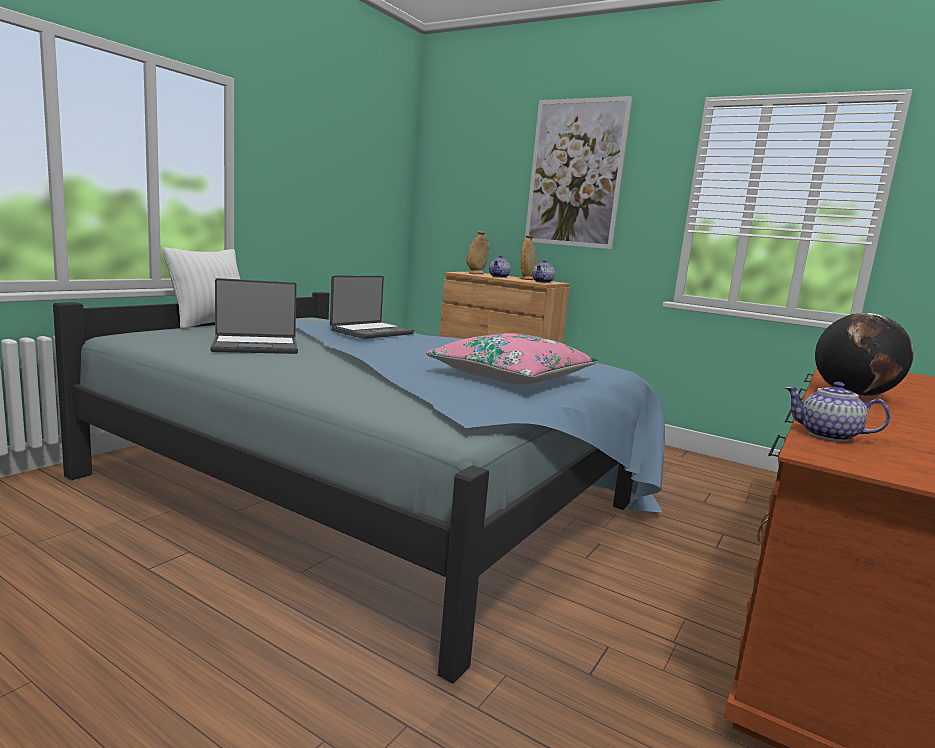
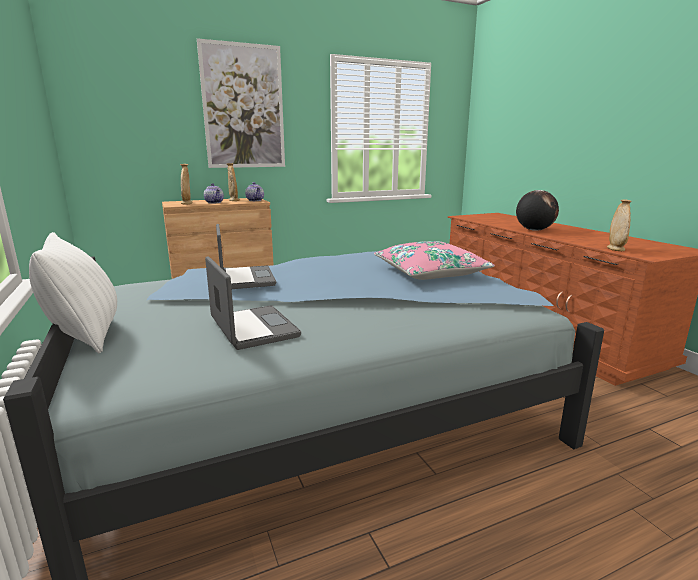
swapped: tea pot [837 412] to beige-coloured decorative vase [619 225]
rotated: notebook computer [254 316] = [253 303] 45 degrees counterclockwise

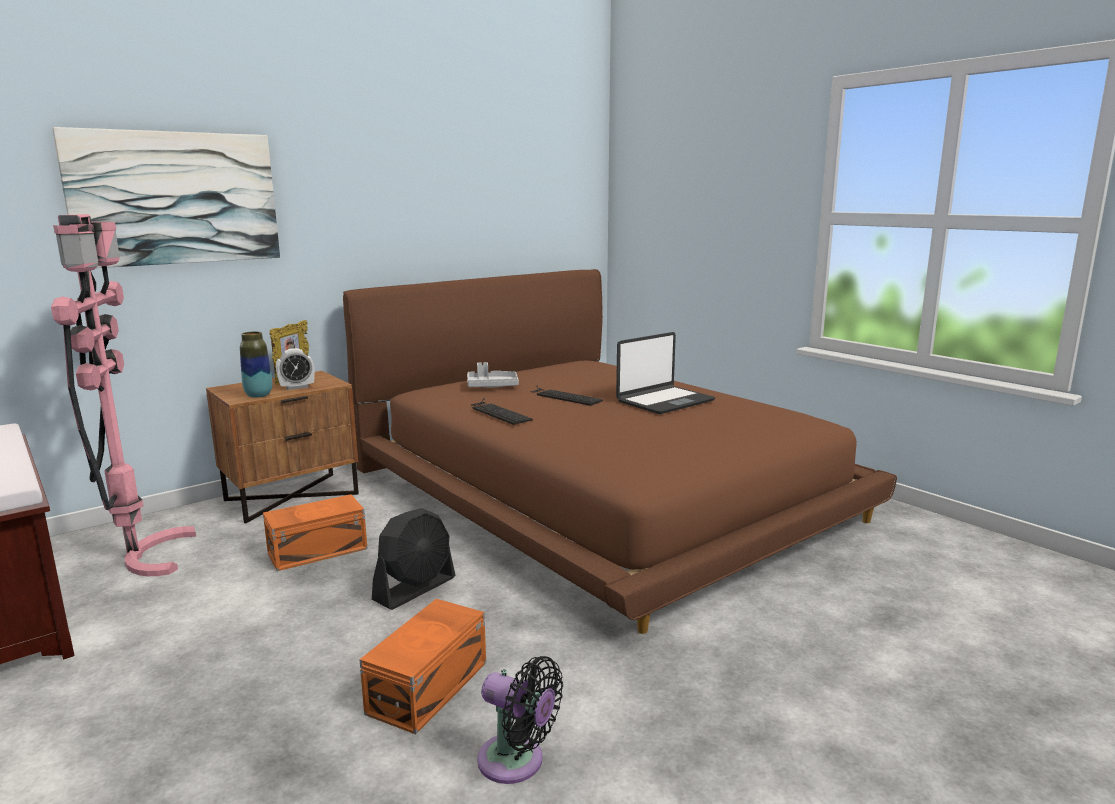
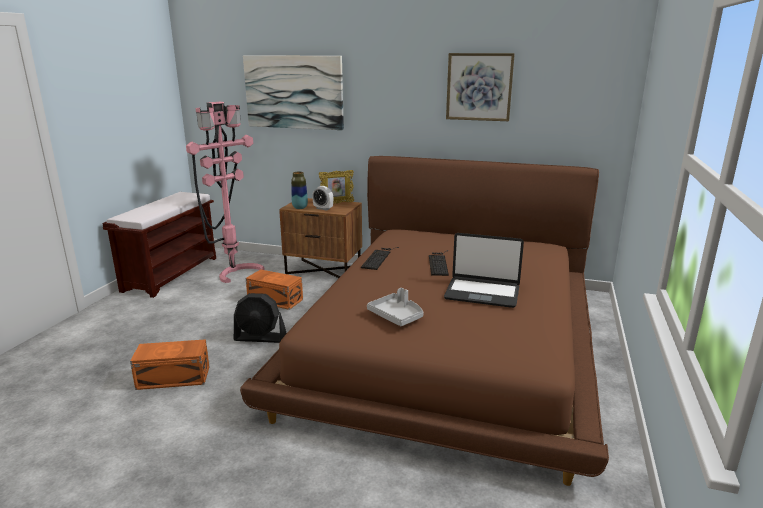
gone: blackish cooling fan [520 720]
new: picture [480 87]
shifted: gray carrying tray [493 374] to [395 307]

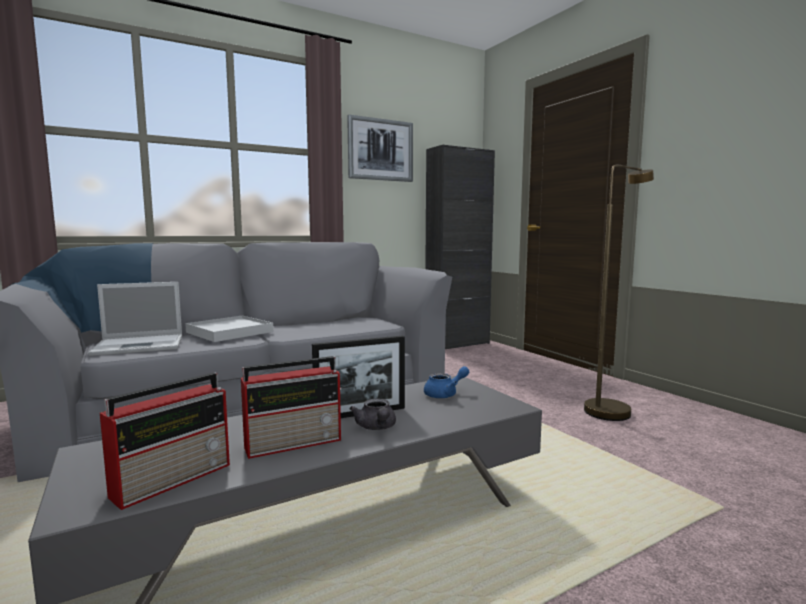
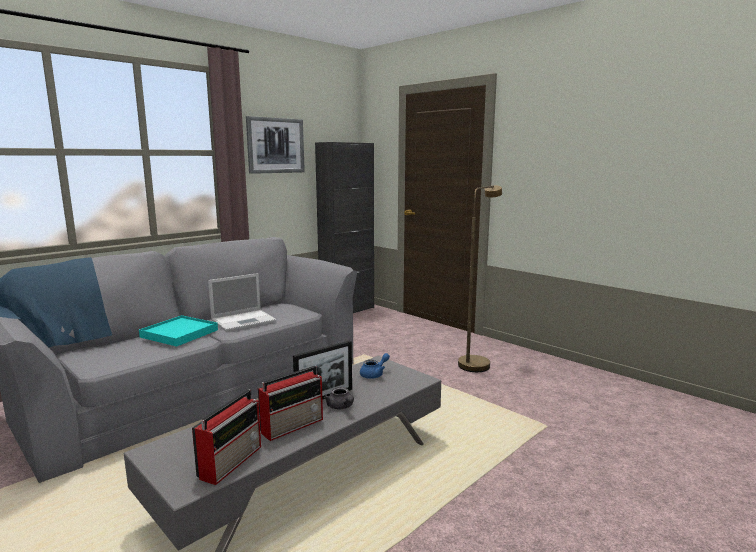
shifted: notebook computer [135 319] to [242 302]
repainted: white carrying tray [229 329] to turquoise-coloured carrying tray [178 331]

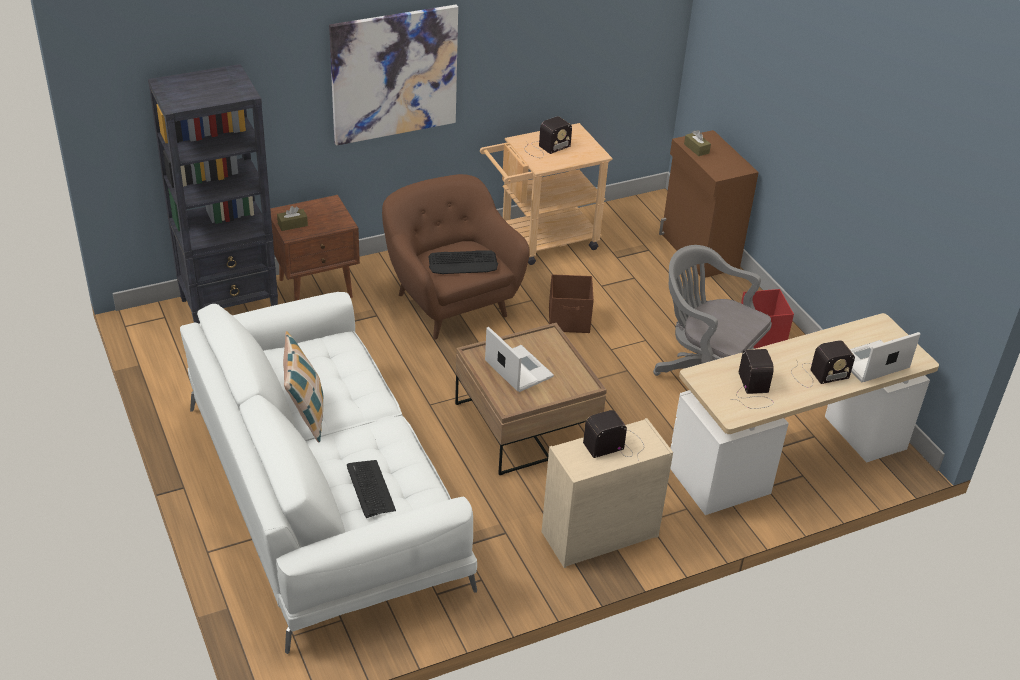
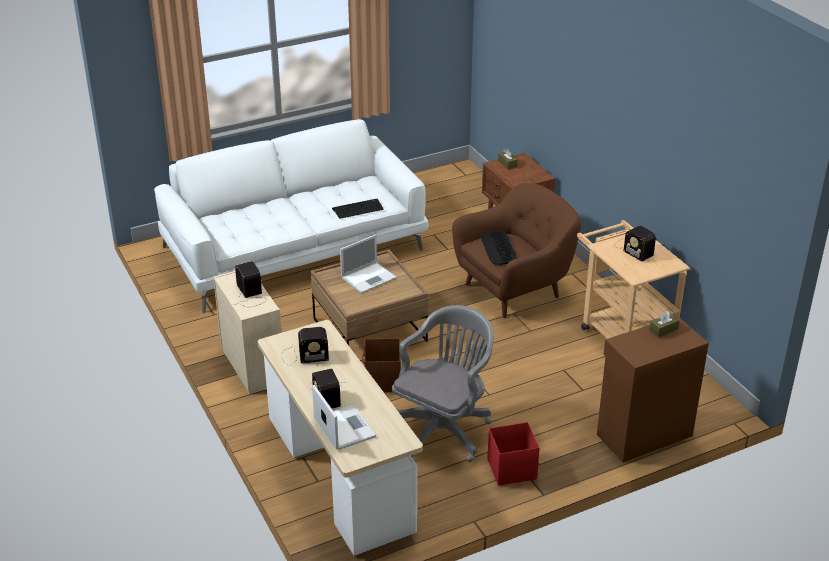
gone: picture [393 75]; blackish shelving unit [213 193]; cushion [303 387]
shifted: brownish storage box [571 303] to [381 365]; computer keyboard [371 489] to [358 209]

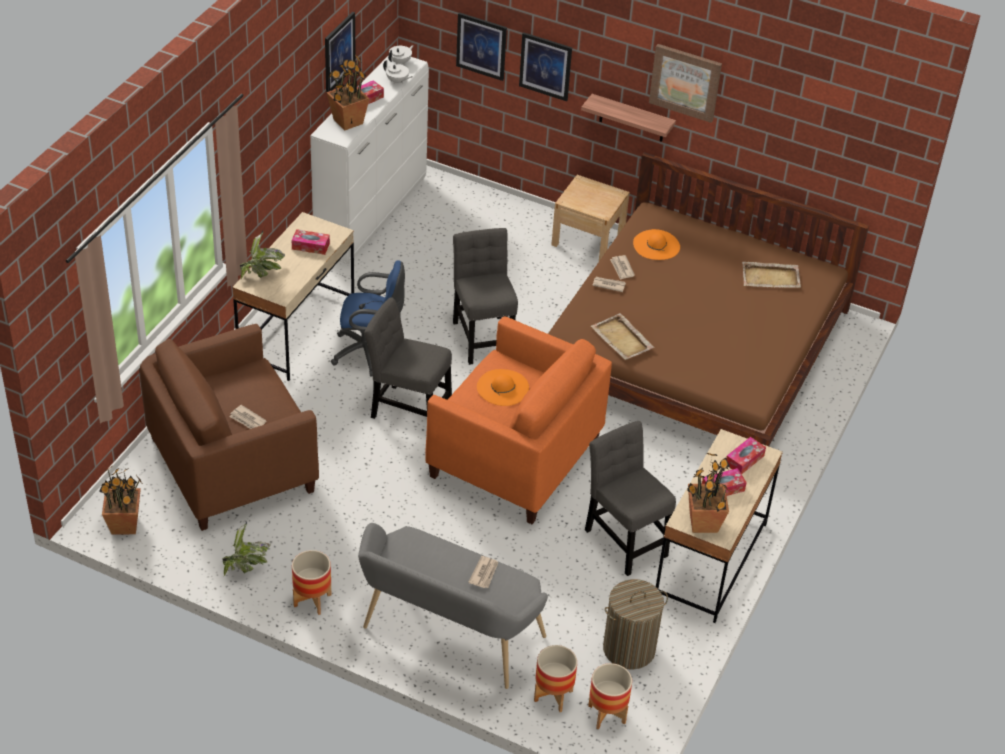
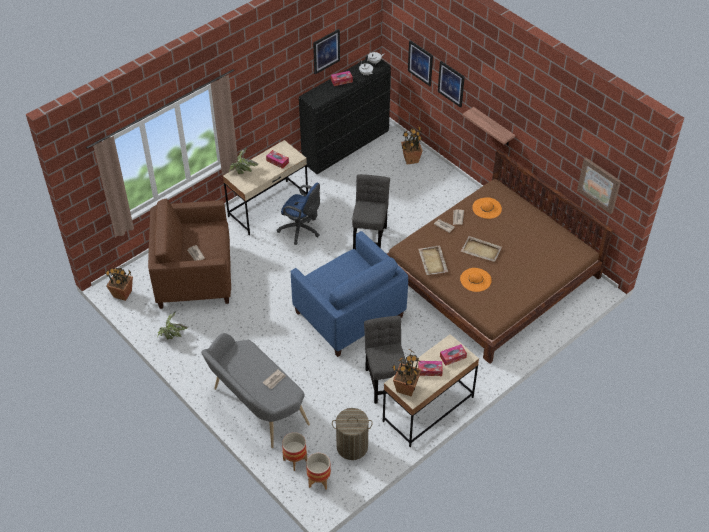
gone: beige-coloured bedside table [590 218]; gray upright chair [408 358]; flower pot [311 582]
shifted: picture [685 83] to [599 186]; potted plant [348 92] to [412 145]; beige-coloured carrying tray [771 275] to [481 249]; orangey hat [503 387] to [476 280]
repainted: white drawer chest [369 160] to blackish drawer chest [345 116]; orangey armchair [518 420] to bluish armchair [349 294]

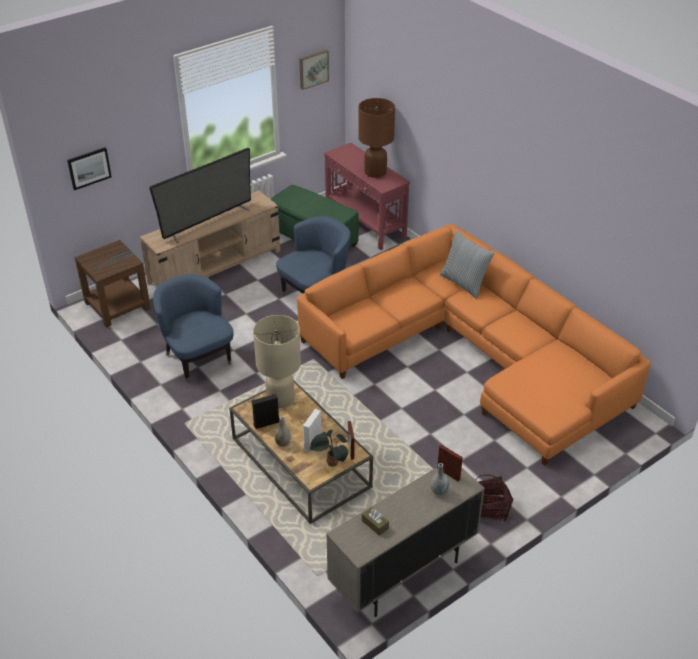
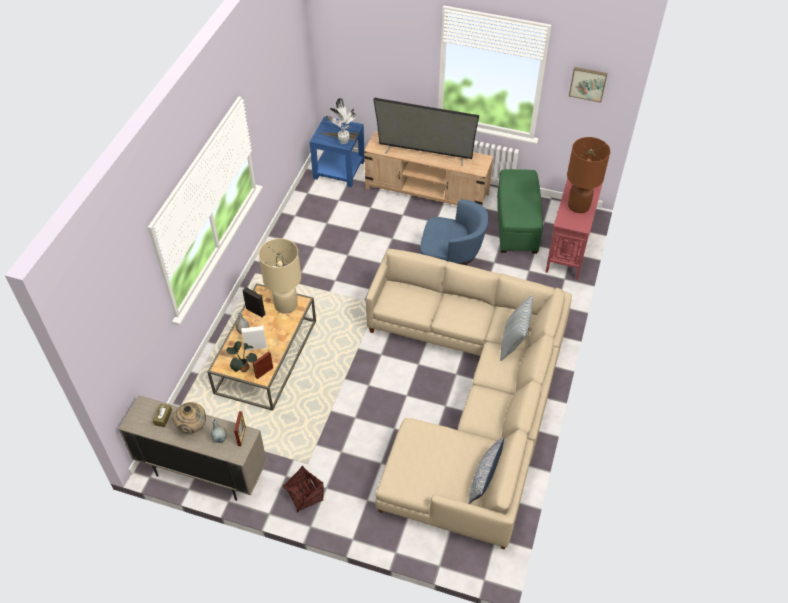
gone: picture [89 168]; bluish armchair [193 328]
new: potted plant [341 121]; beige-coloured decorative vase [189 418]; cushion [486 470]
repainted: orangey settee [474 345] to beige-coloured settee [469 398]; brownish accent table [112 284] to bluish accent table [337 151]

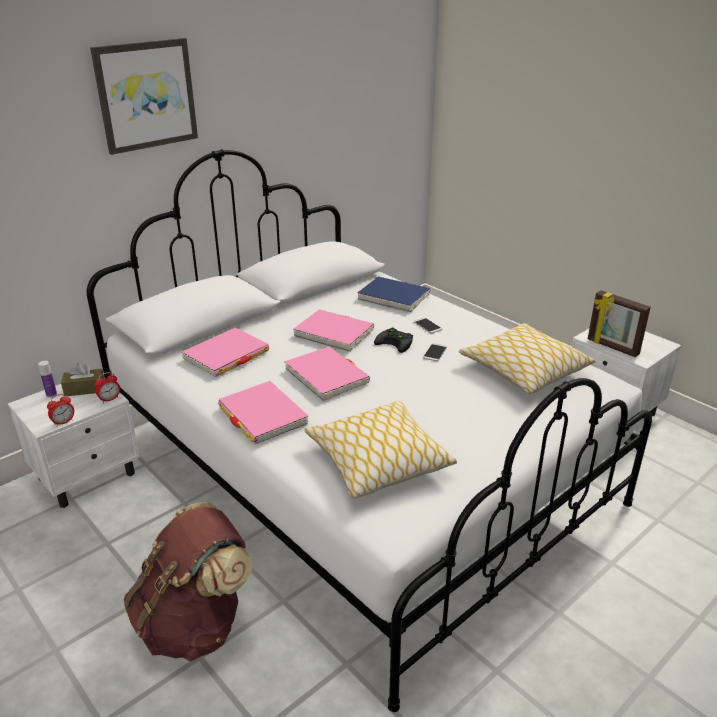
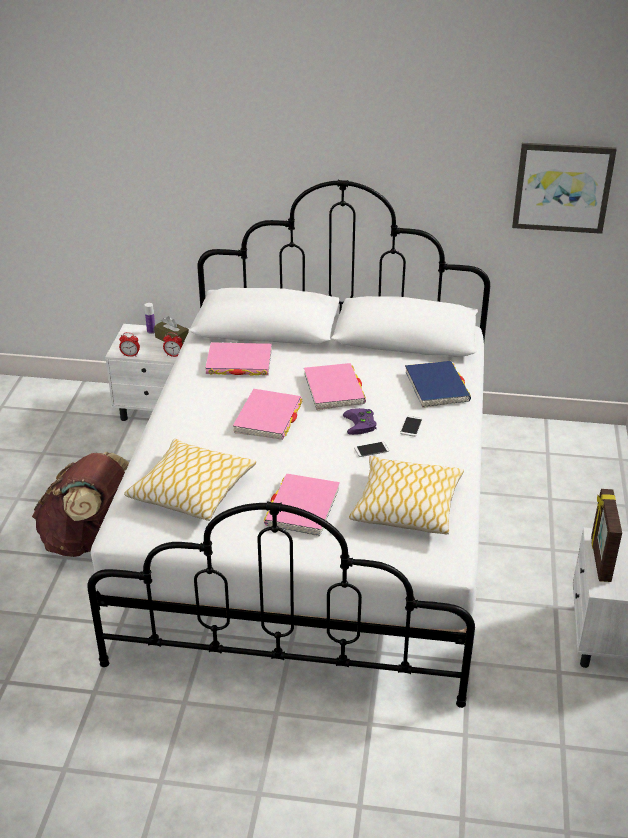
shifted: picture [144 96] to [564 188]; pink-coloured volume [263 412] to [302 505]
repainted: blackish joypad [393 340] to purple-coloured joypad [360 421]

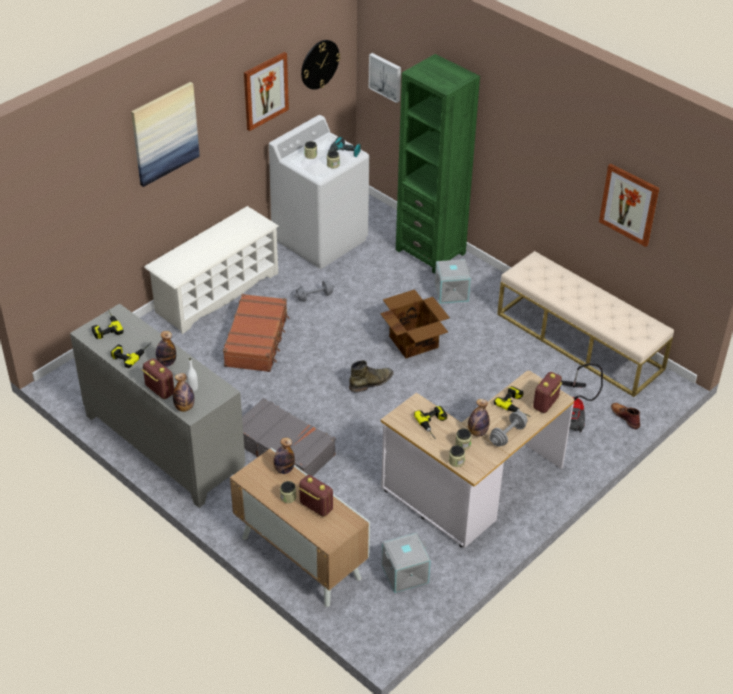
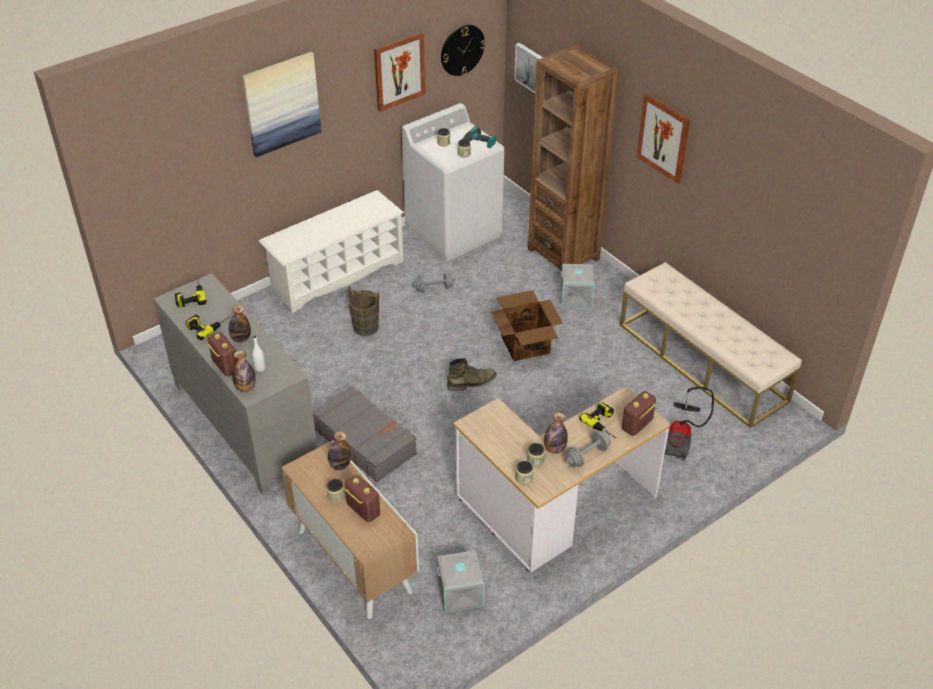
gone: brownish boot [625 416]; electric drill [430 422]
shifted: picture [629 205] to [663 139]
swapped: brownish suitcase [256 333] to brownish pail [363 311]
repainted: green shelving unit [438 164] to brownish shelving unit [573 158]

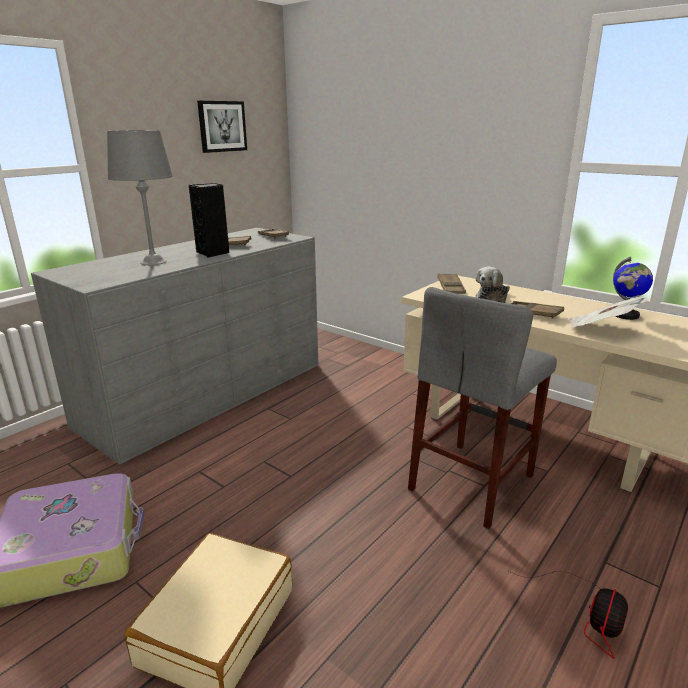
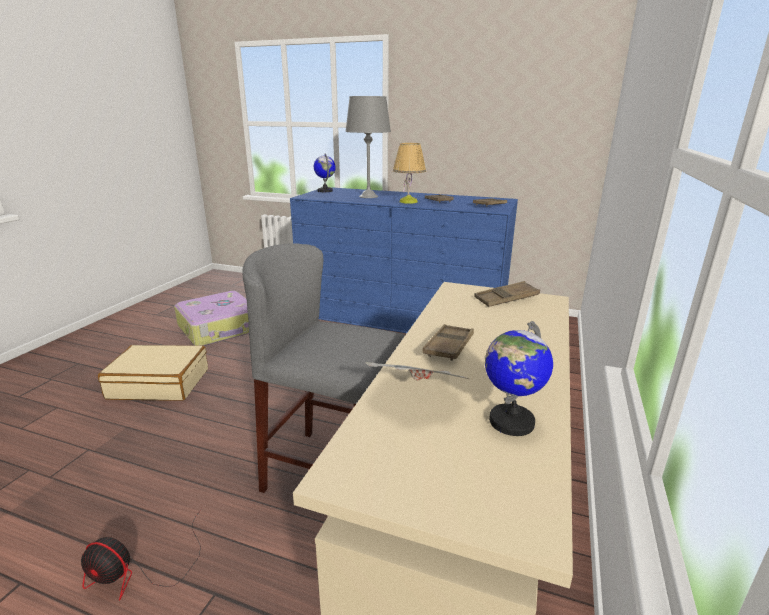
gone: picture [222 127]; soft toy [492 284]
new: world globe [325 173]
swapped: blackish speaker [209 220] to table lamp [409 173]
repainted: gray drawer chest [174 346] to bluish drawer chest [404 260]

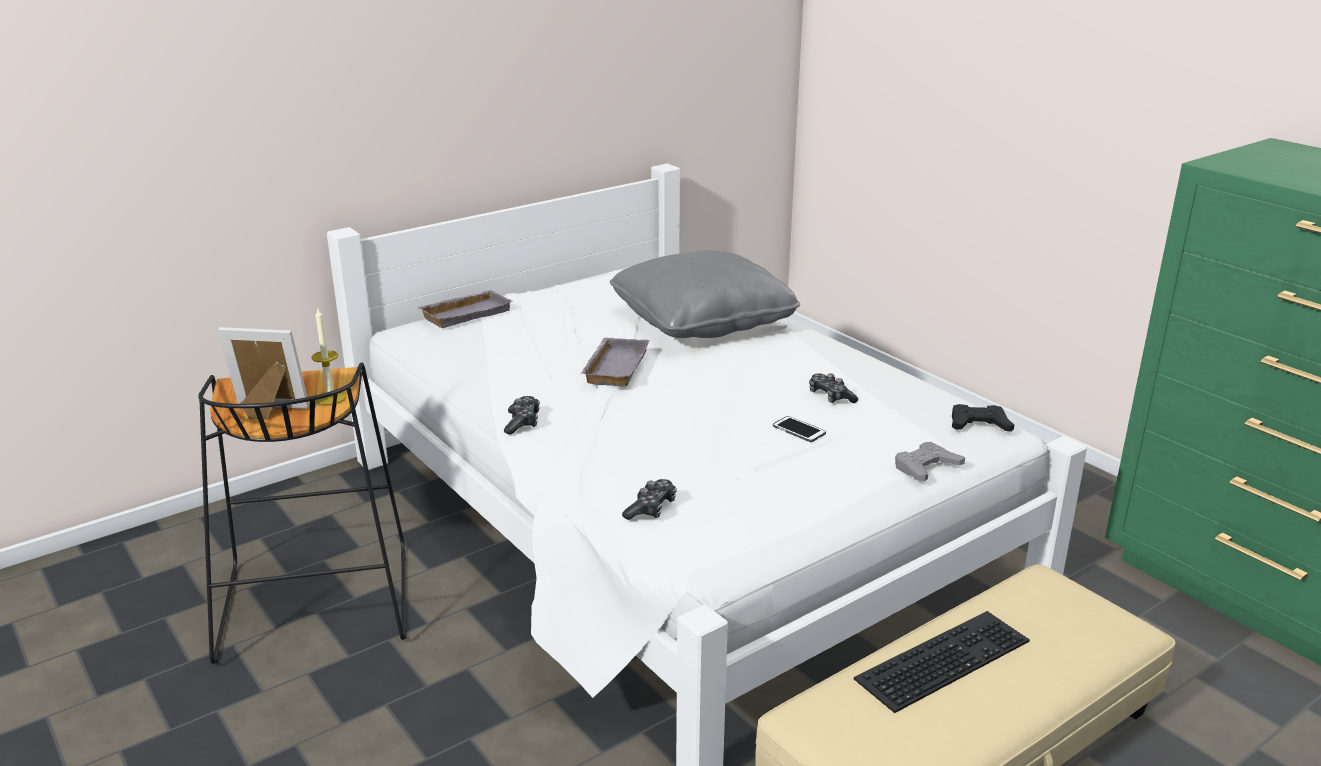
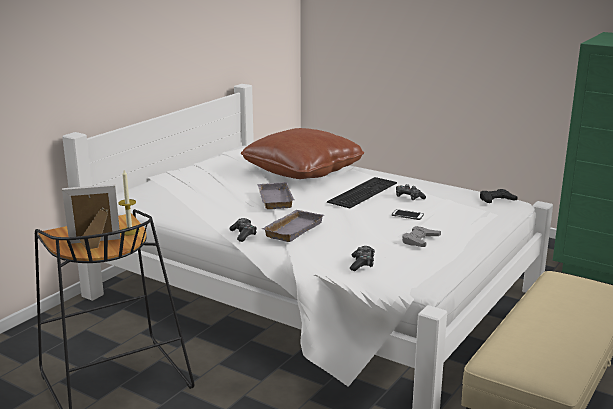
shifted: gray carrying tray [465 309] to [293 226]; gray joypad [930 461] to [421 236]; computer keyboard [942 662] to [362 192]
repainted: gray cushion [705 294] to brownish cushion [302 153]

